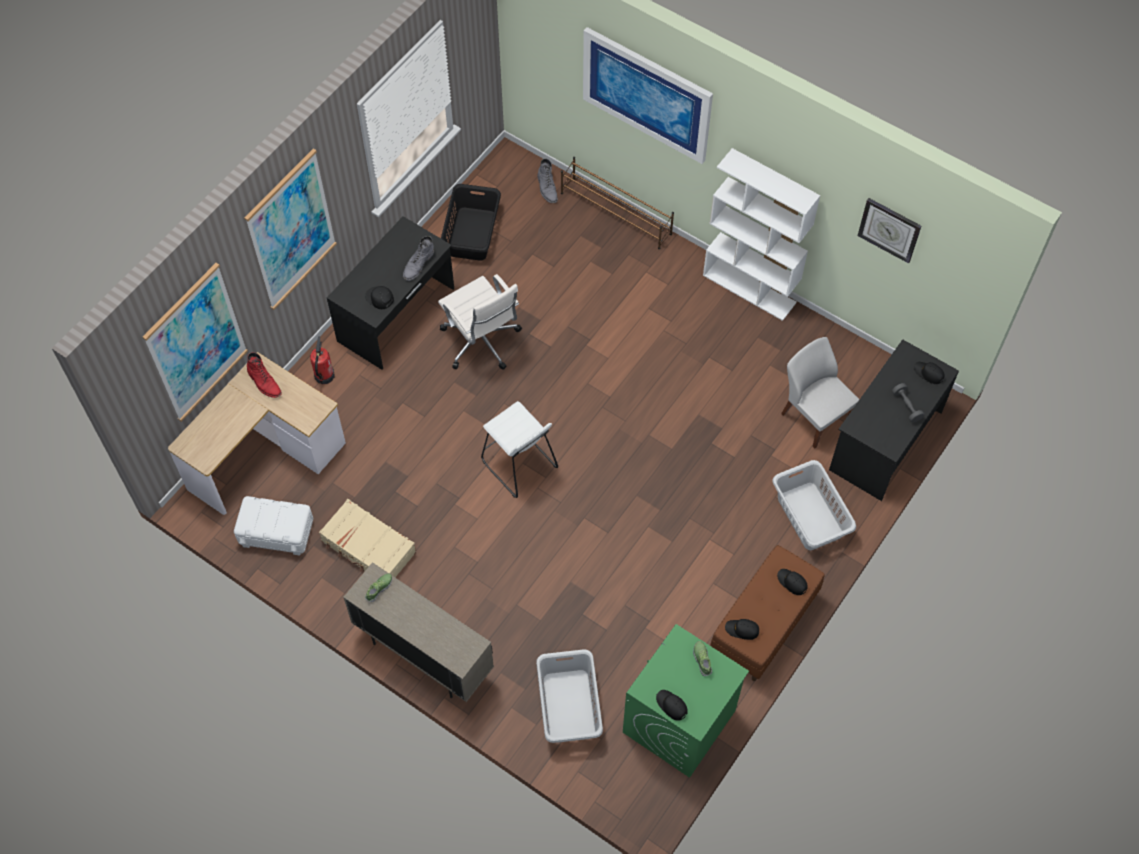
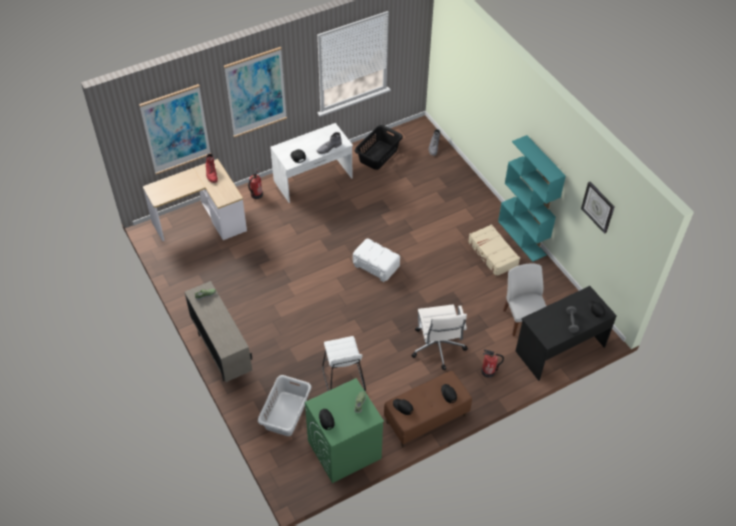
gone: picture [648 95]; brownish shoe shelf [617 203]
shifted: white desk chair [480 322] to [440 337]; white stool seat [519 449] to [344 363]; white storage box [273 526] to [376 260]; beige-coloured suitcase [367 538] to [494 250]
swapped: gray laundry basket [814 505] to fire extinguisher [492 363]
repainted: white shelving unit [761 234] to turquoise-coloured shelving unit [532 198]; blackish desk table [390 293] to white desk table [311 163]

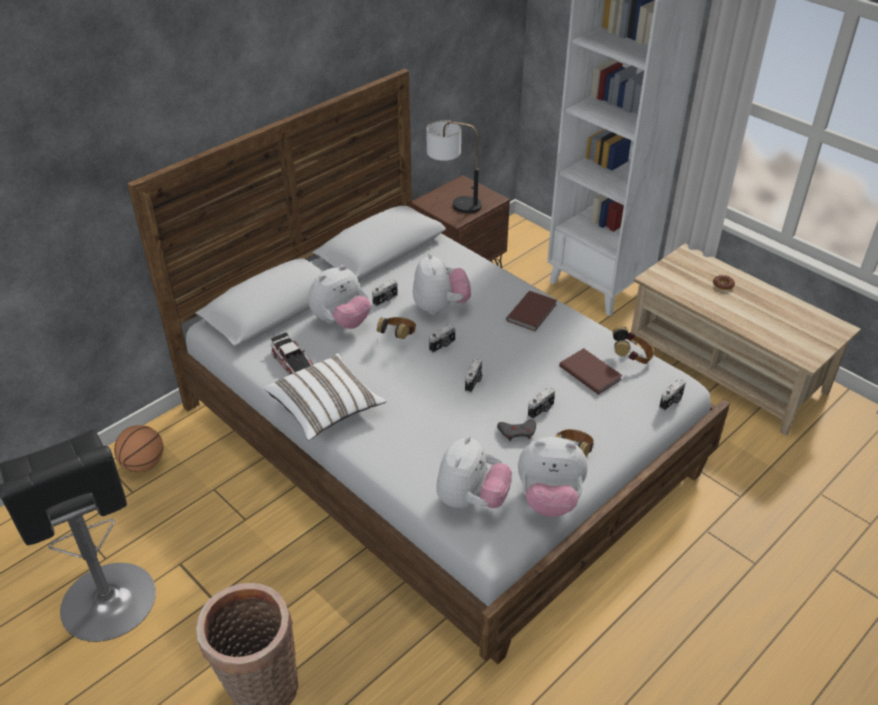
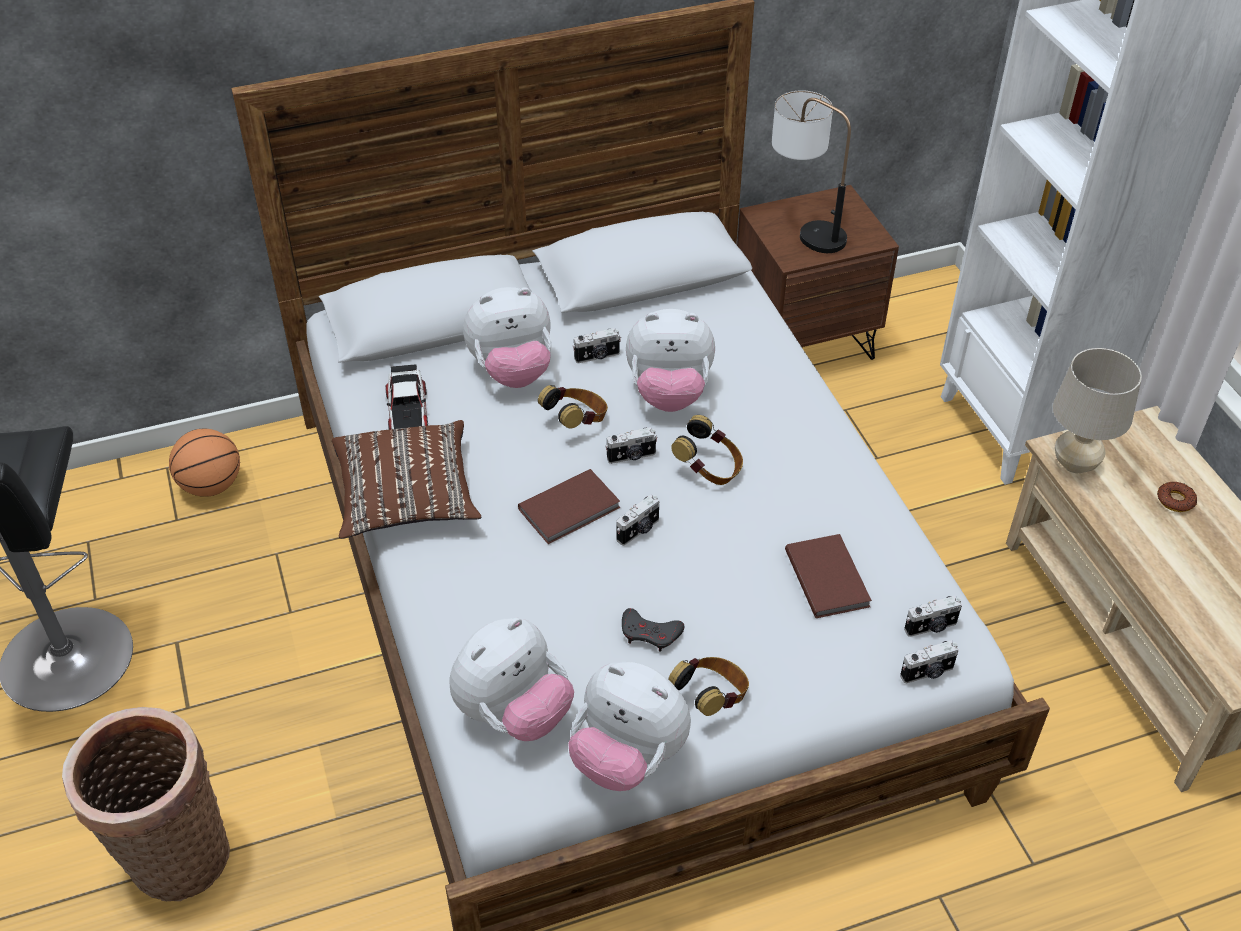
new: beige-coloured table lamp [1097 410]
shifted: brownish volume [531 311] to [569 506]; pair of headphones [633 345] to [707 450]; photo camera [541 403] to [933 616]
repainted: white cushion [325 397] to brownish cushion [407 479]
rotated: soft toy [442 284] = [670 360] 75 degrees clockwise

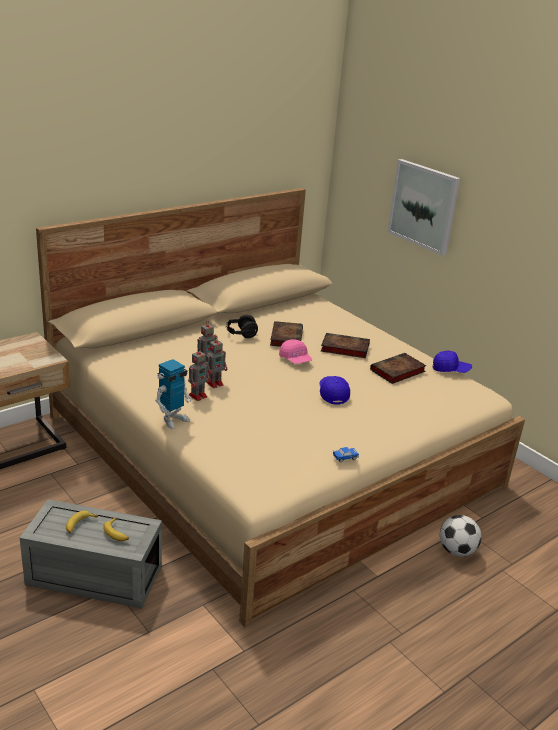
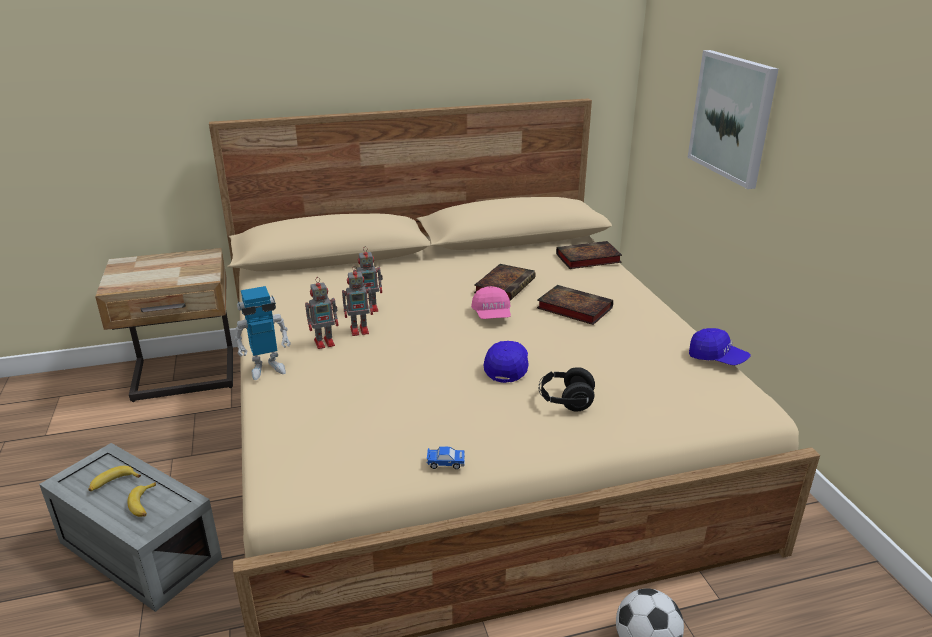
shifted: blackish pair of headphones [242 326] to [567 389]; volume [398 368] to [589 255]

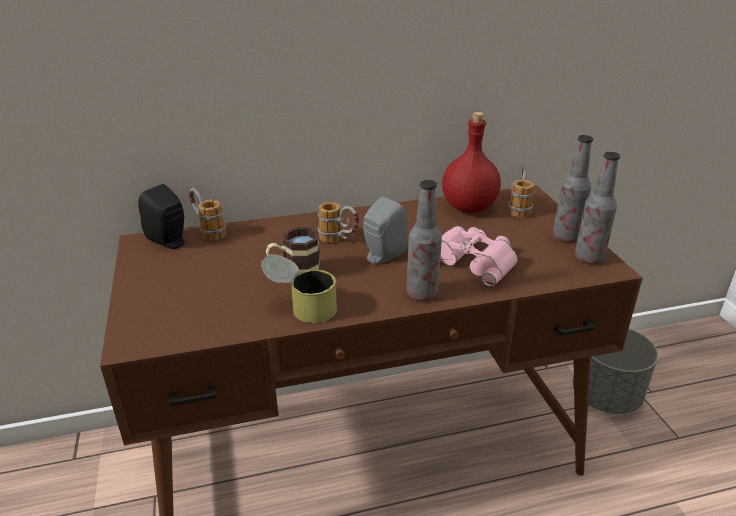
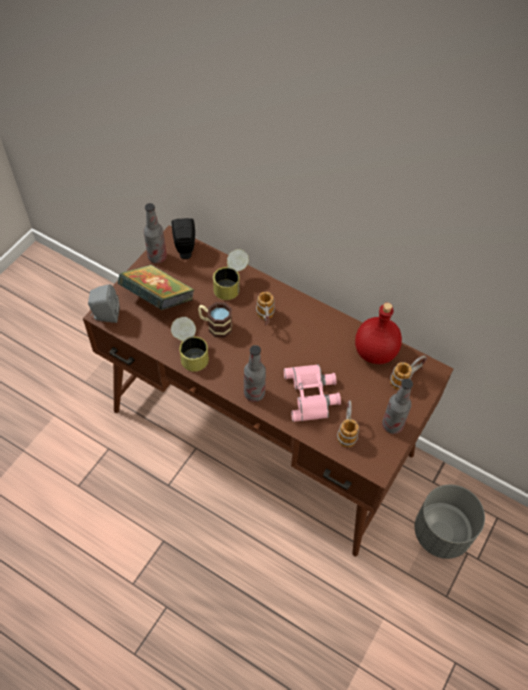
new: sealed can [231 274]; volume [156 287]
shifted: bottle [597 208] to [155 233]; tea mug [207 214] to [348 423]; gray speaker [385 230] to [103 303]

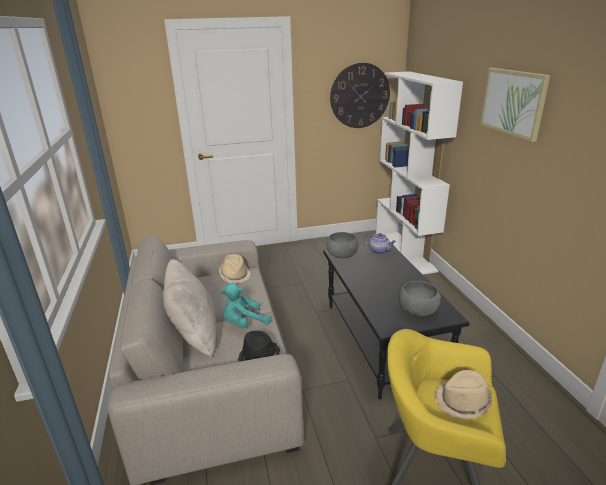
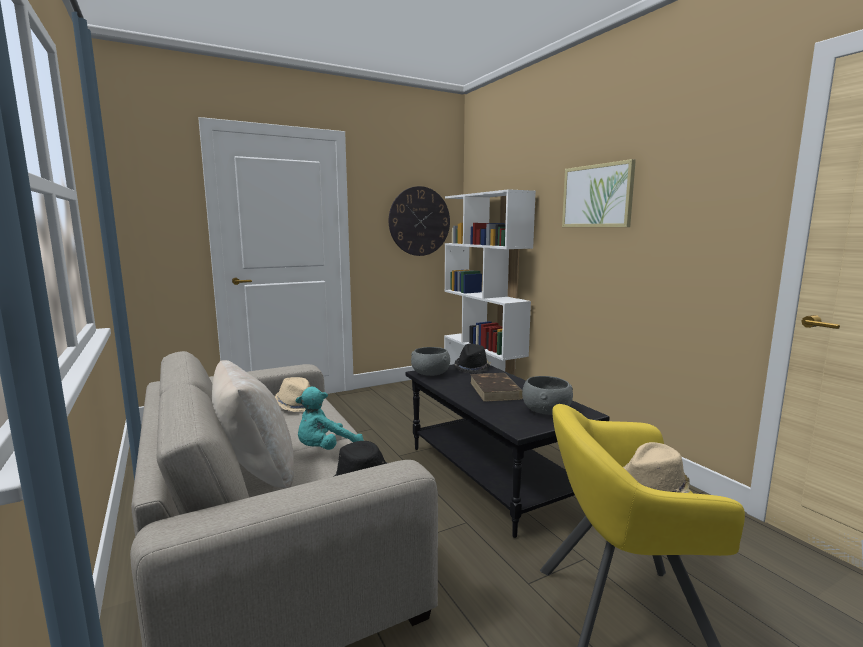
new: brownish volume [496 387]
swapped: tea pot [380 243] to blackish hat [472 359]

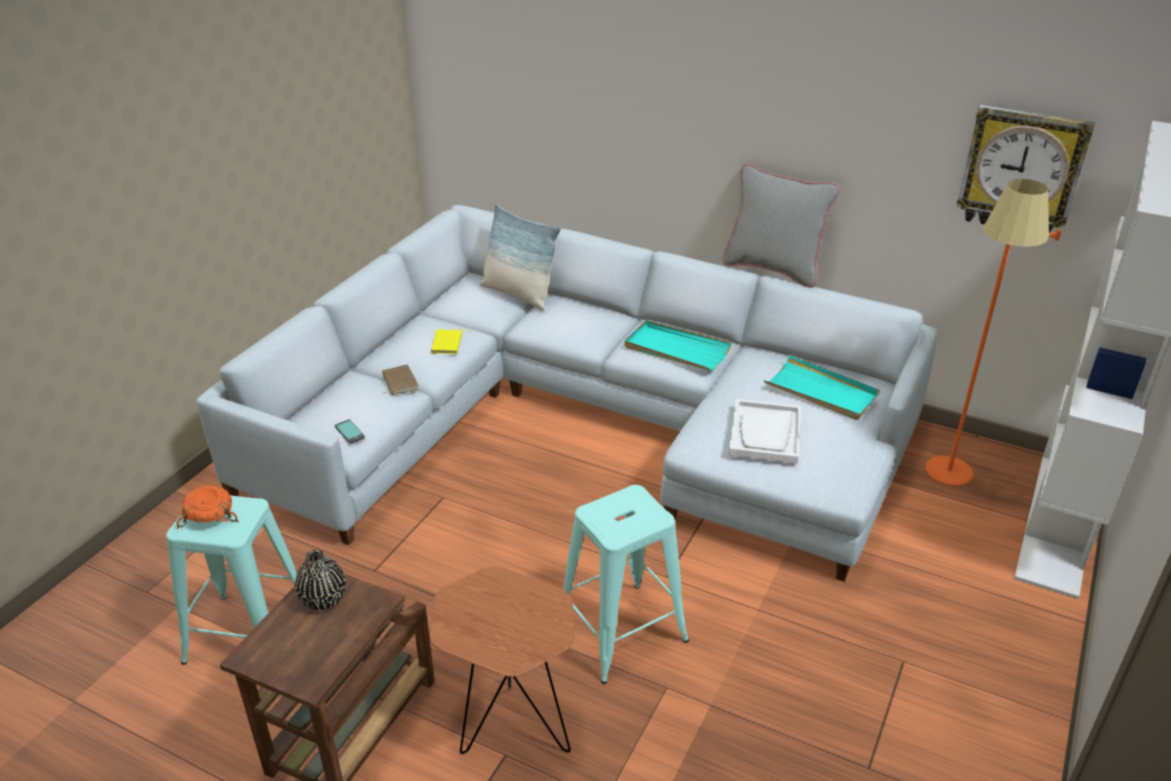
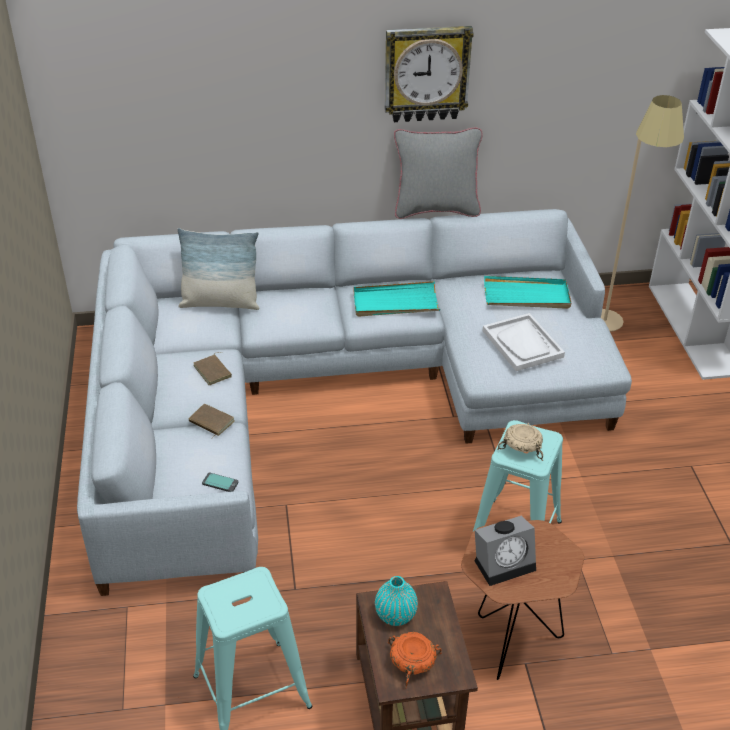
new: beige-coloured serving bowl [520 442]; bedside clock [505 551]
shifted: hanging clock [1026 169] to [429 74]; orangey serving bowl [207 506] to [415 660]
repainted: orangey floor lamp [993 332] to beige-coloured floor lamp [642 213]; yellow volume [450 341] to brownish volume [212 368]; blackish decorative vase [320 580] to turquoise-coloured decorative vase [396 601]

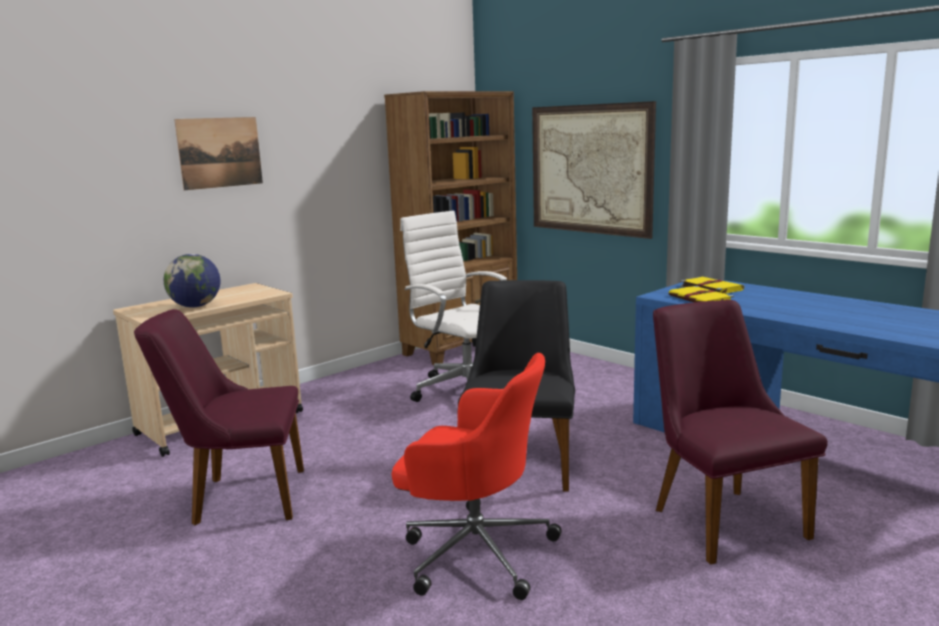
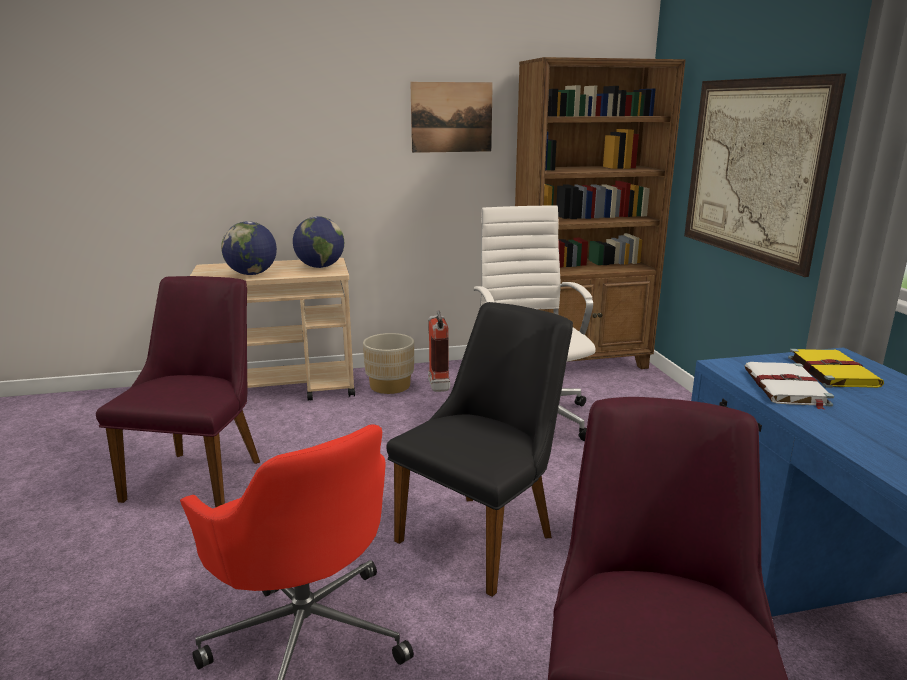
new: world globe [318 242]; fire extinguisher [439 351]; beige-coloured flower pot [388 363]
shifted: picture [218 153] to [451 117]
repainted: yellow volume [701 294] to white volume [789 386]
rotated: purple-coloured upright chair [219 417] = [178 392] 75 degrees clockwise

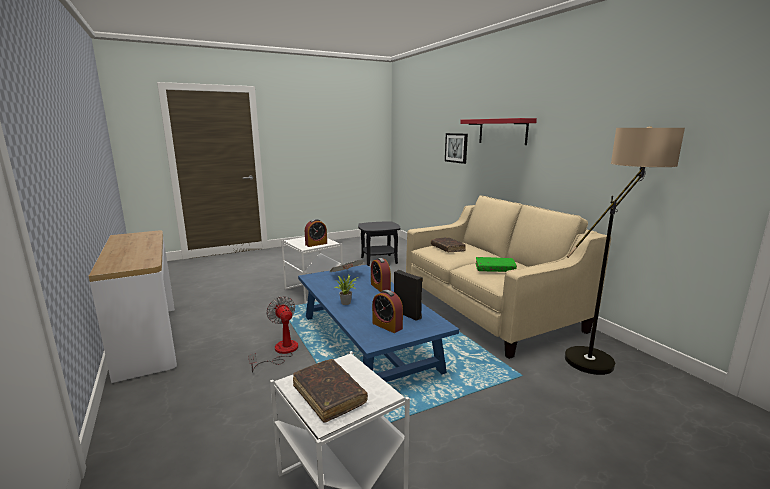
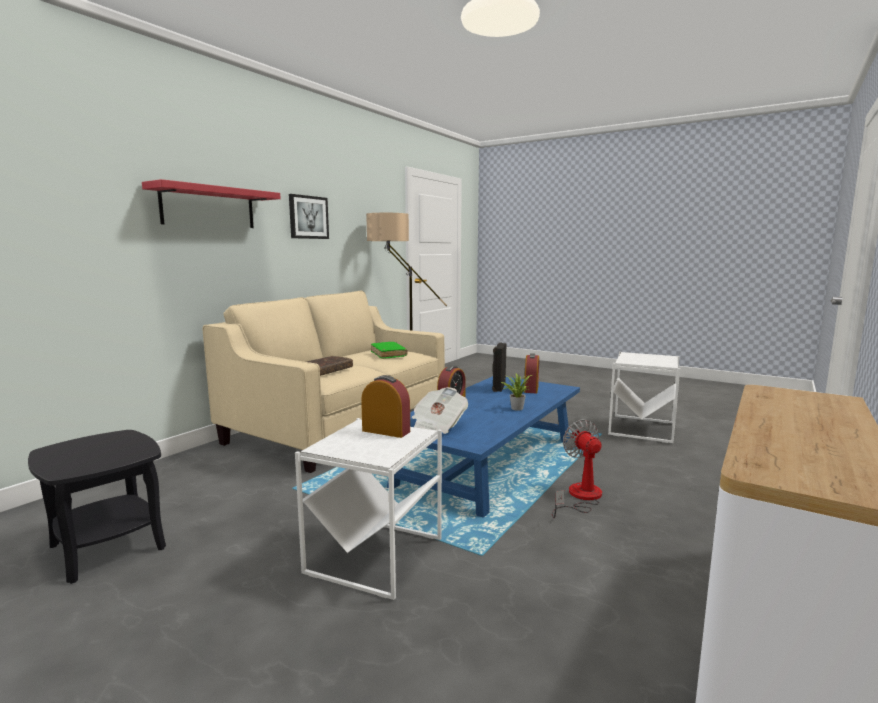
gone: brownish volume [330 391]
shifted: picture [456 148] to [309 216]
rotated: cooling fan [273 334] = [577 468] 135 degrees clockwise

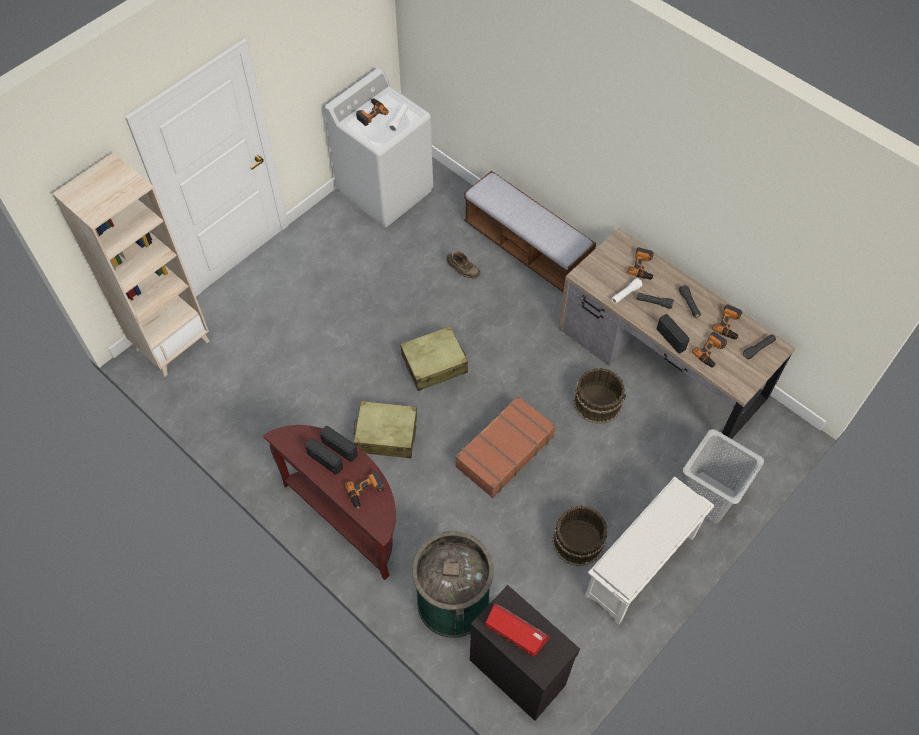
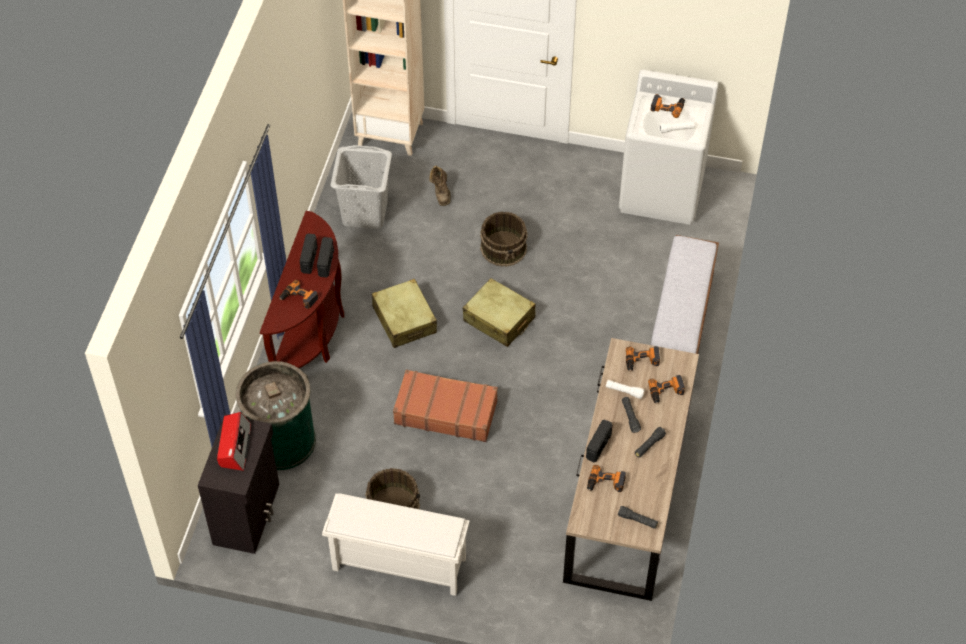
shifted: brownish boot [463 264] to [440 185]; electric drill [727 321] to [643 359]; brownish pail [599 396] to [504 239]; gray laundry basket [723 476] to [361 187]

